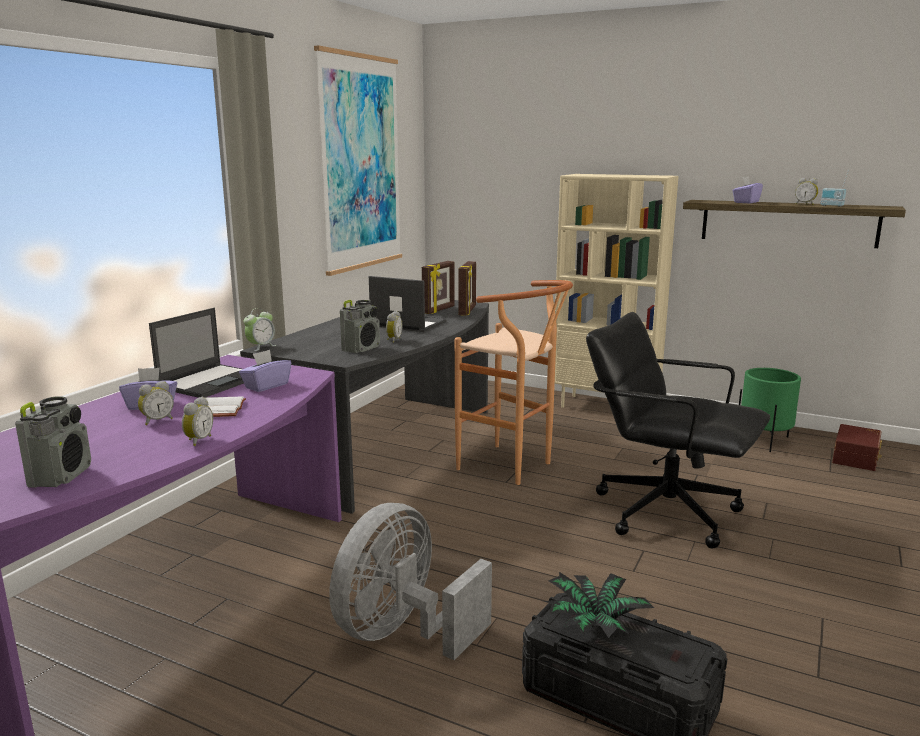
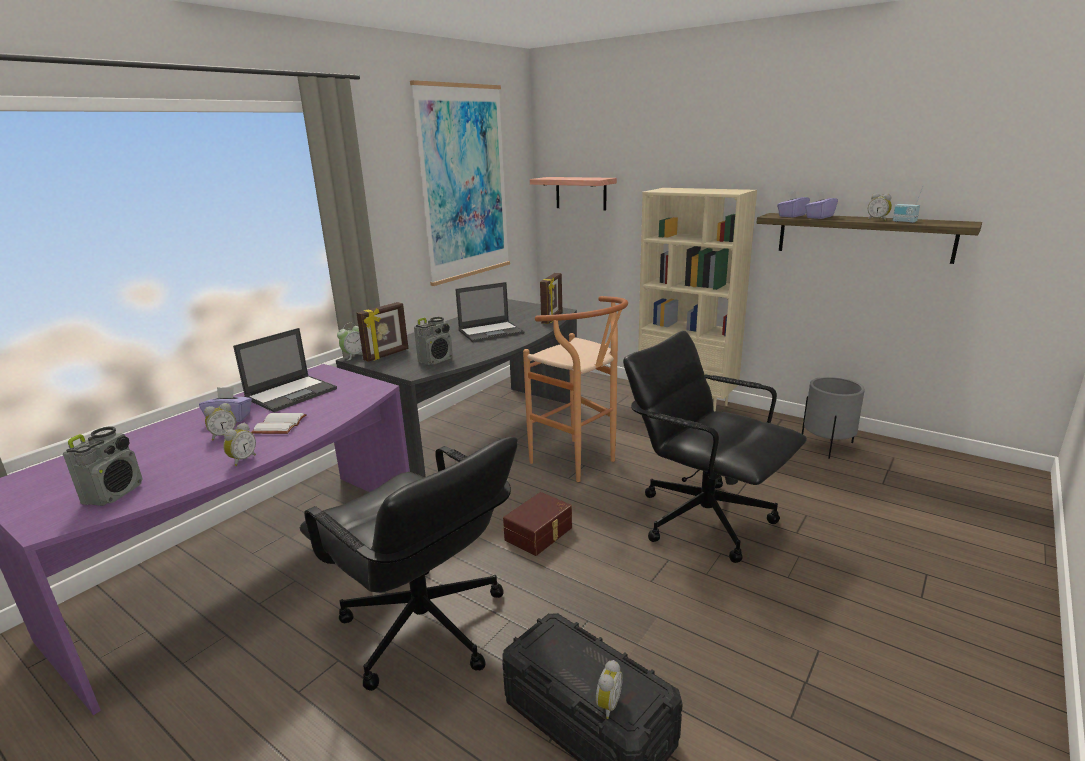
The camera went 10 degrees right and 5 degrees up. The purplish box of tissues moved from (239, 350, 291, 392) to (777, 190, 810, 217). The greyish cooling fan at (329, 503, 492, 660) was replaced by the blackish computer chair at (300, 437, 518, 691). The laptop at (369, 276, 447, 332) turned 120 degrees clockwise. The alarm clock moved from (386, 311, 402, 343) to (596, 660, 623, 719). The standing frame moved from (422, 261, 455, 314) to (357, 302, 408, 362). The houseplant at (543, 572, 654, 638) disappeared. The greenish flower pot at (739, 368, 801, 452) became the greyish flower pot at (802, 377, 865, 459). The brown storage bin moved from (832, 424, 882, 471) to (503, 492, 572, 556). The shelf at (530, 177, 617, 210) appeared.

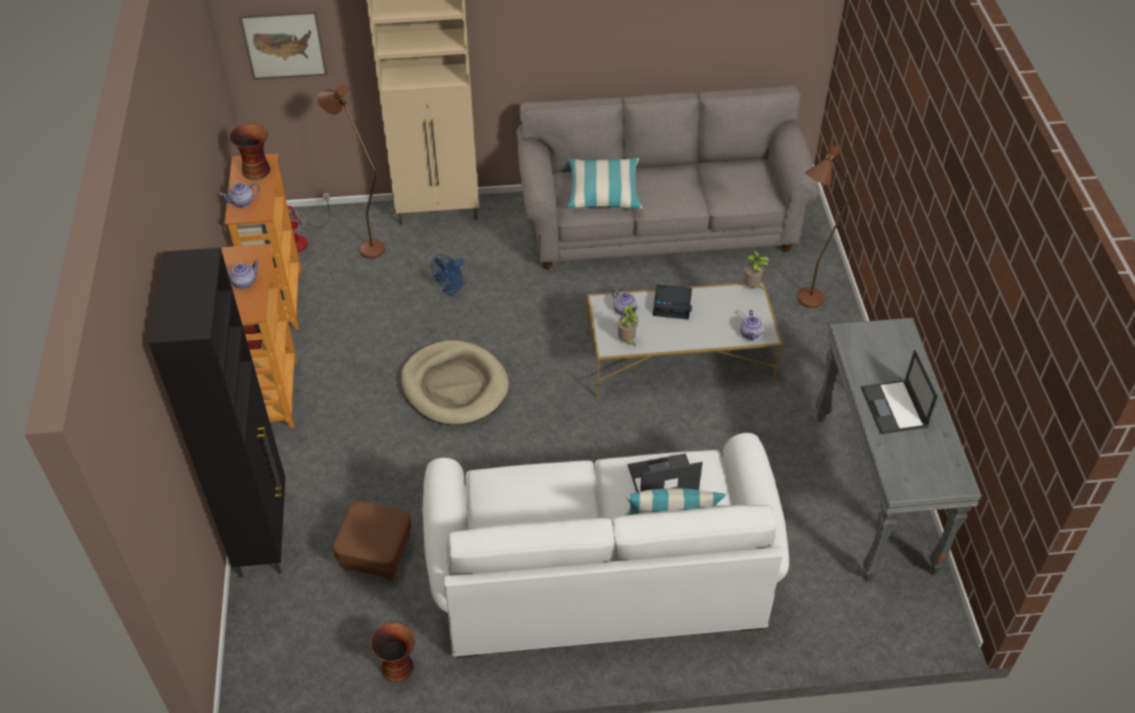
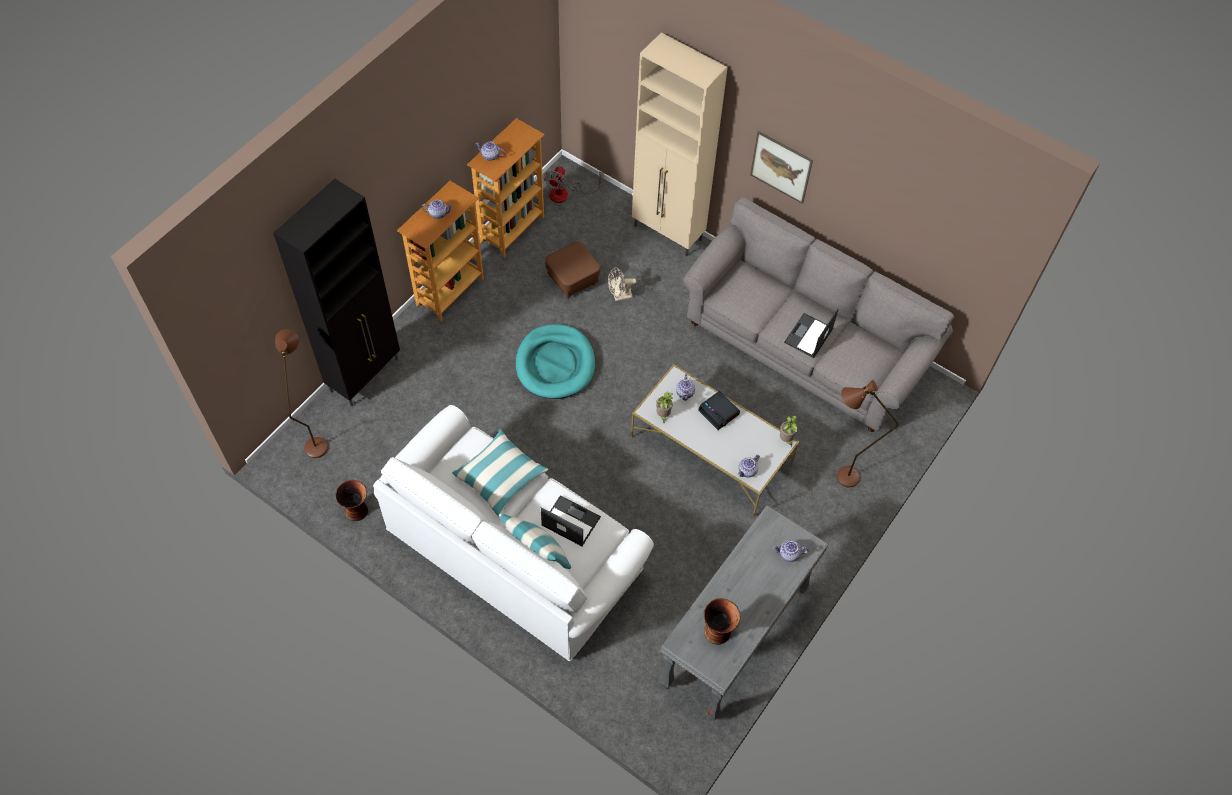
The camera went 40 degrees right and 10 degrees up. The vase moved from (229, 124, 270, 180) to (704, 598, 740, 645). The picture moved from (239, 11, 327, 80) to (750, 131, 813, 204). The brown floor lamp moved from (318, 84, 385, 259) to (275, 329, 328, 458). The brown pouffe moved from (333, 502, 411, 581) to (545, 242, 600, 299). The sand-coloured pet bed at (401, 340, 509, 425) became the turquoise pet bed at (516, 324, 595, 399). The bluish cooling fan at (431, 254, 466, 297) became the sand-coloured cooling fan at (608, 267, 636, 301). The throw pillow moved from (568, 158, 643, 209) to (452, 429, 548, 517). The laptop moved from (861, 350, 937, 434) to (784, 308, 839, 358). The teapot at (773, 540, 809, 562) appeared.

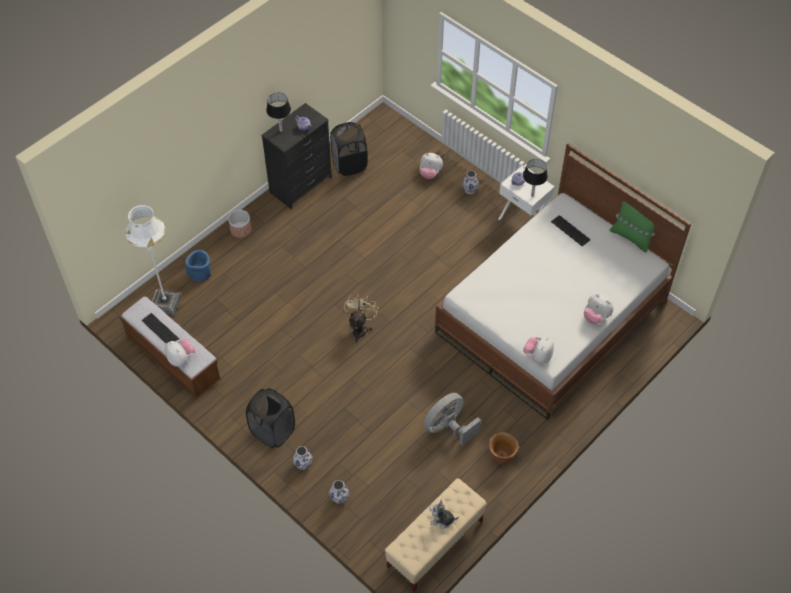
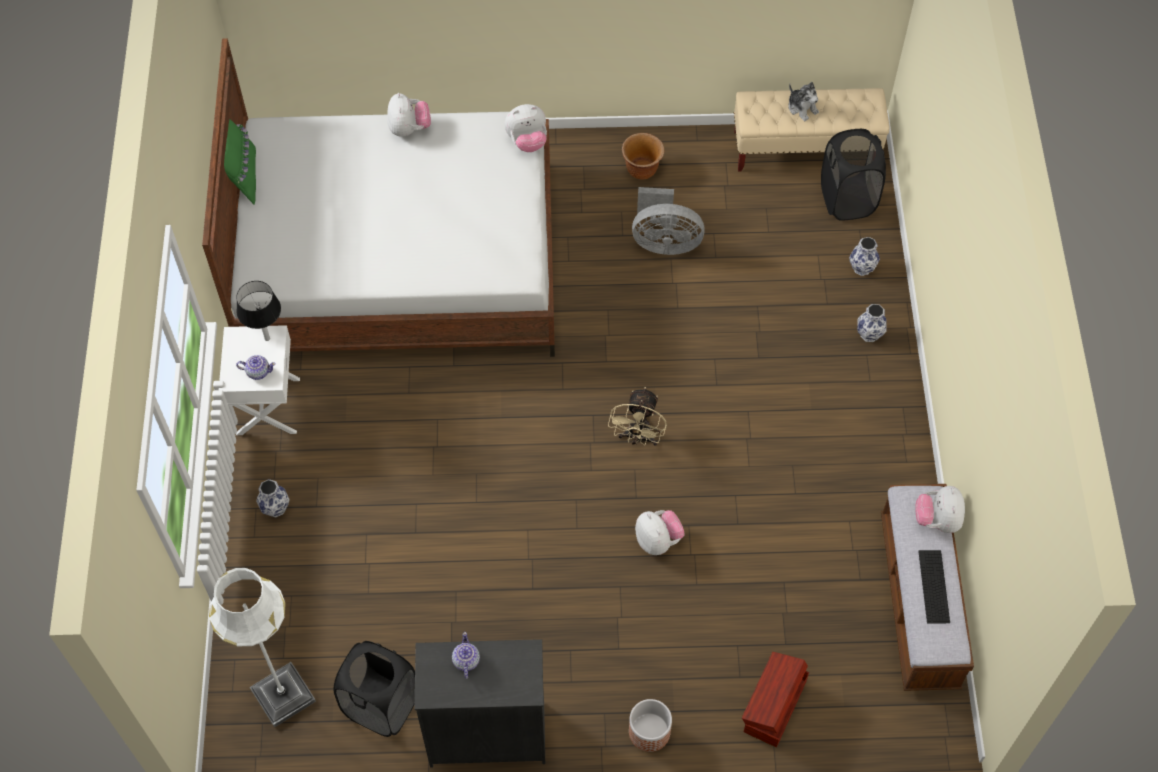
The camera went 135 degrees left and 5 degrees up. The whitish floor lamp moved from (125, 205, 182, 316) to (209, 568, 316, 728). The bluish flower pot at (185, 249, 211, 282) was replaced by the brown storage bin at (742, 652, 809, 747). The blackish laundry basket moved from (246, 388, 295, 448) to (821, 129, 886, 221). The blackish table lamp at (266, 93, 291, 132) disappeared. The sand-coloured cooling fan at (344, 294, 378, 343) turned 45 degrees counterclockwise. The soft toy moved from (420, 153, 443, 179) to (635, 510, 684, 555). The PC keyboard at (551, 215, 591, 246) disappeared.

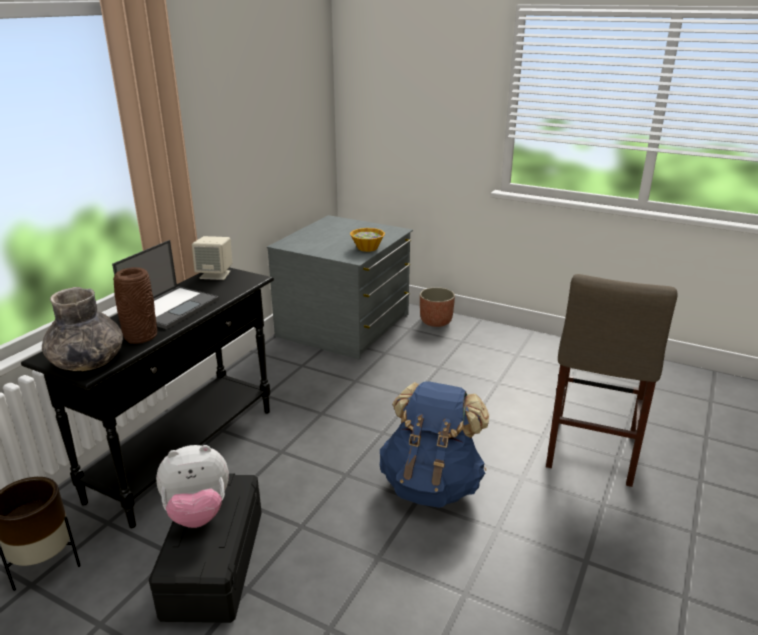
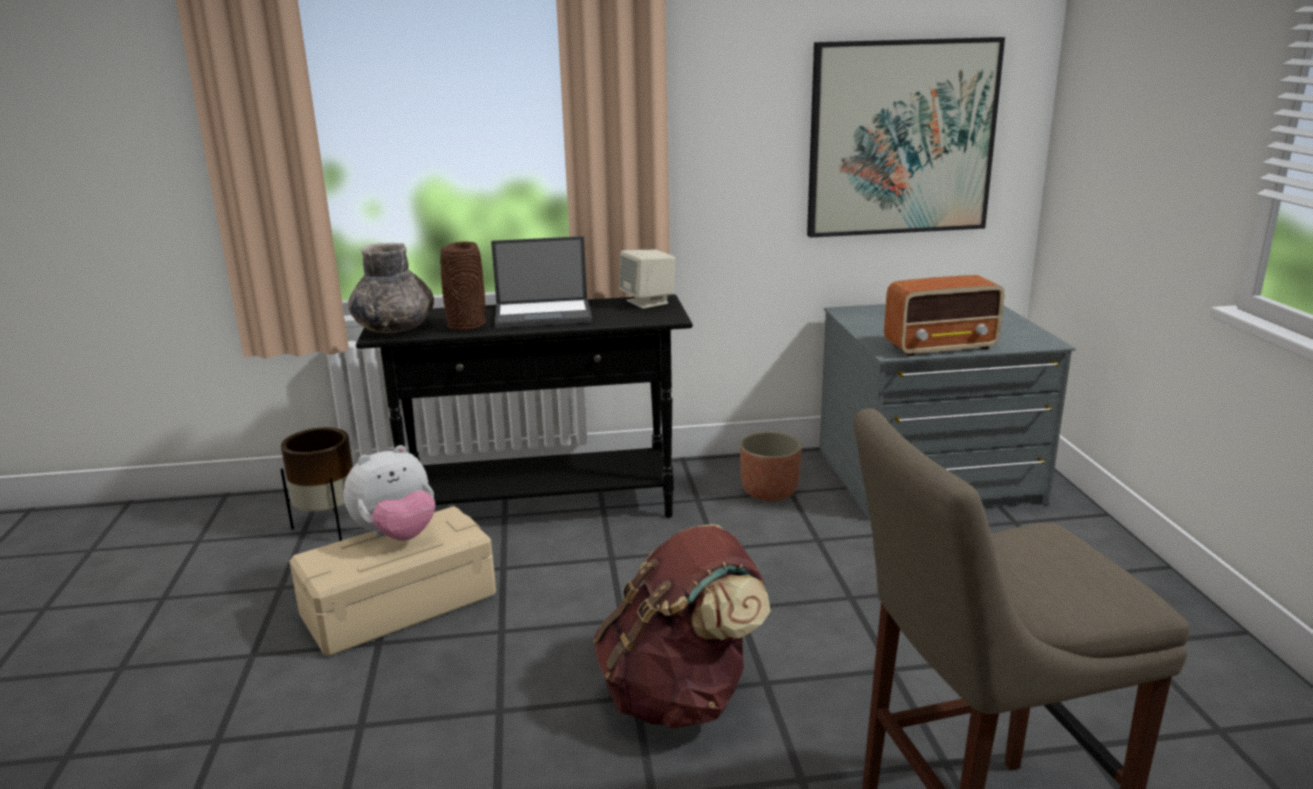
The camera went 55 degrees right and 5 degrees down. The blackish storage bin at (149, 474, 262, 623) became the sand-coloured storage bin at (289, 506, 496, 656). The soft toy at (156, 445, 229, 528) turned 75 degrees counterclockwise. The serving bowl at (350, 228, 385, 252) was replaced by the radio receiver at (884, 275, 1005, 356). The bluish backpack at (380, 381, 489, 508) became the brown backpack at (594, 524, 770, 729). The flower pot moved from (420, 287, 455, 327) to (740, 432, 802, 501). The picture at (807, 37, 1005, 238) appeared.

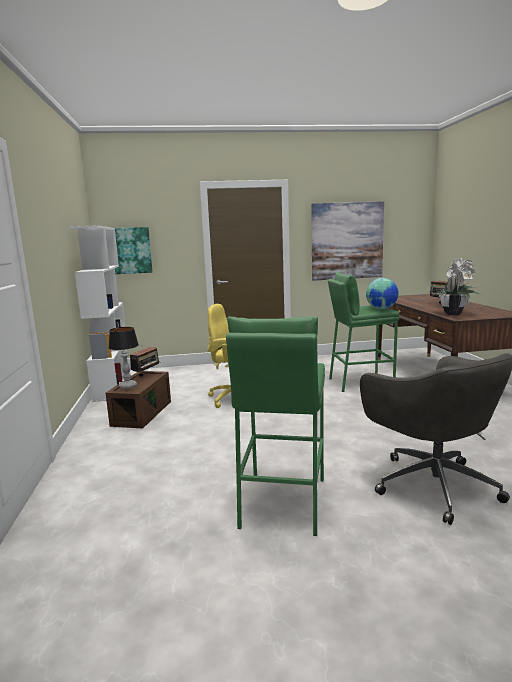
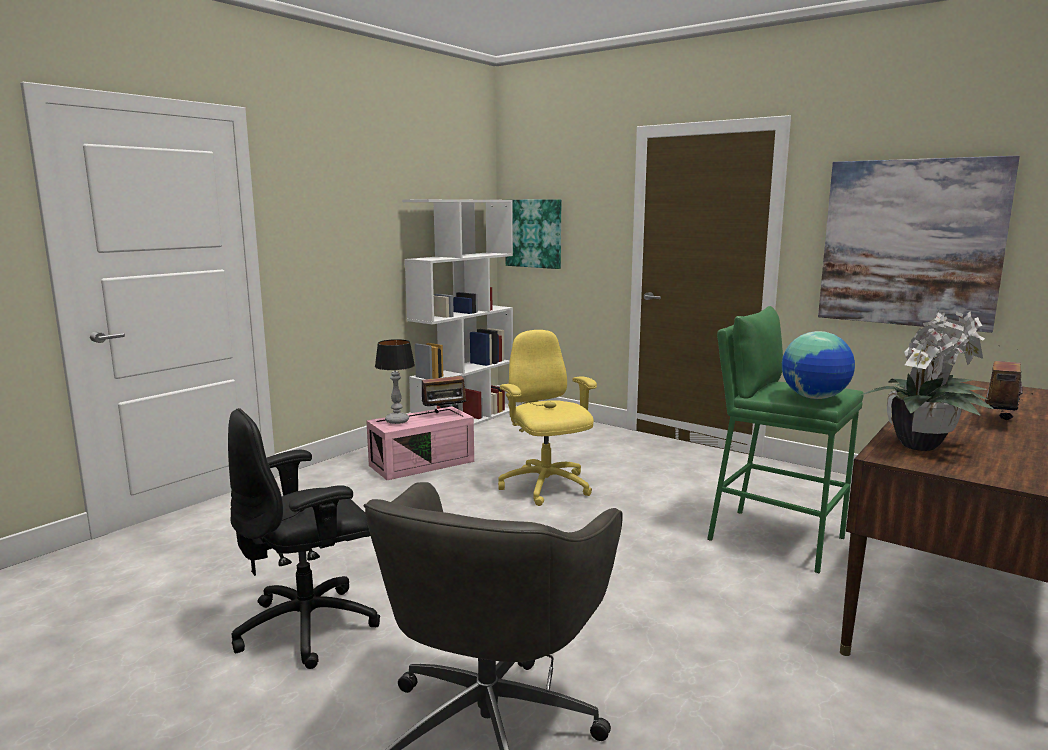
The camera went 45 degrees right and 0 degrees up. The brown storage bin at (106, 371, 171, 429) became the pink-coloured storage bin at (366, 406, 474, 480). The greenish stool at (226, 316, 325, 536) was replaced by the blackish computer chair at (228, 408, 380, 669).

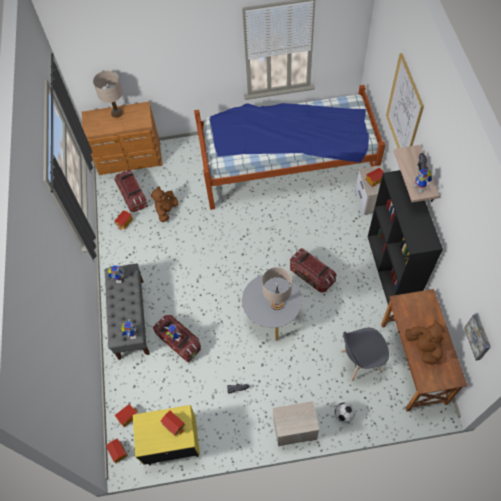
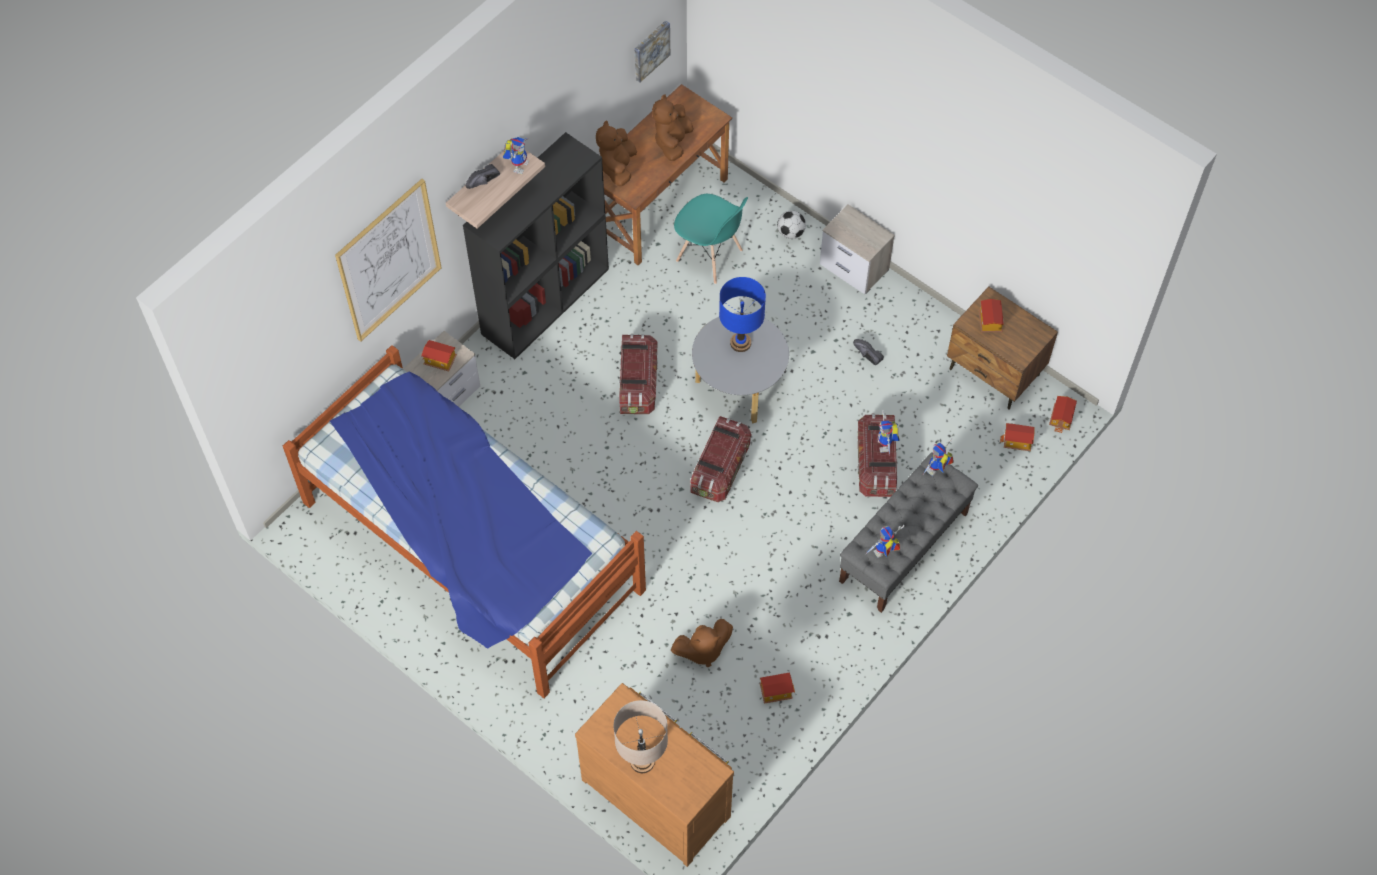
The camera went 135 degrees left and 0 degrees up. The storage bin moved from (114, 169, 148, 212) to (691, 416, 751, 502). The yellow-coloured nightstand at (133, 405, 200, 465) became the brown nightstand at (947, 286, 1058, 410). The sand-coloured table lamp at (262, 267, 292, 310) became the bluish table lamp at (719, 277, 766, 352). The greyish upright chair at (341, 328, 389, 381) became the turquoise upright chair at (674, 194, 748, 284). The brown soft toy at (596, 121, 637, 186) appeared.

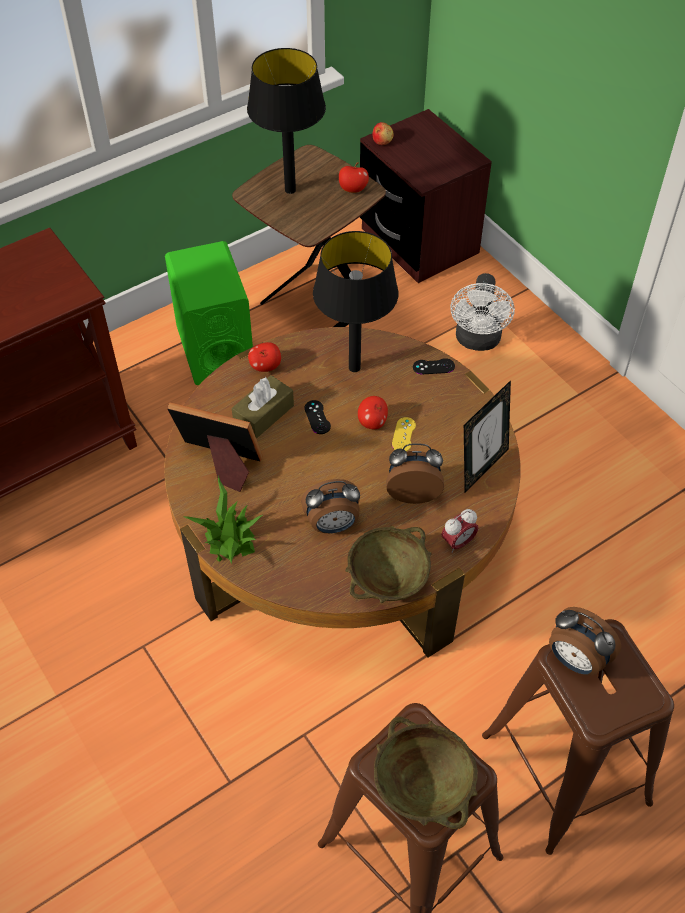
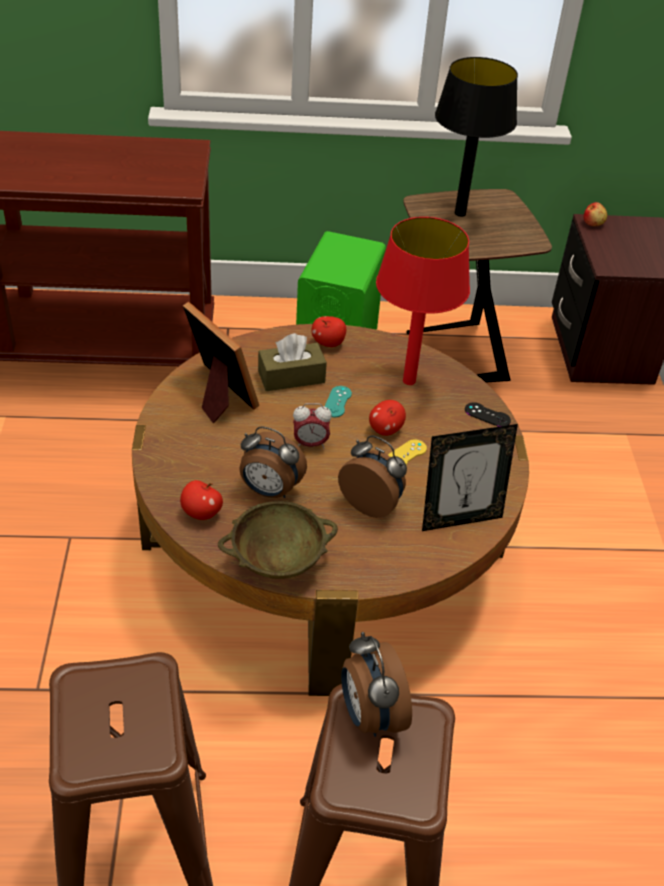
The camera went 30 degrees right and 10 degrees down. The houseplant at (185, 475, 263, 564) disappeared. The blackish joypad at (304, 400, 331, 434) became the turquoise joypad at (324, 386, 352, 417). The blackish table lamp at (313, 231, 399, 372) became the red-coloured table lamp at (376, 217, 470, 385). The apple fruit moved from (339, 163, 369, 193) to (180, 480, 223, 520). The sand-coloured serving bowl at (374, 716, 478, 829) disappeared. The alarm clock moved from (441, 509, 478, 553) to (293, 403, 332, 449). The whitish cooling fan at (450, 273, 515, 351) disappeared.

